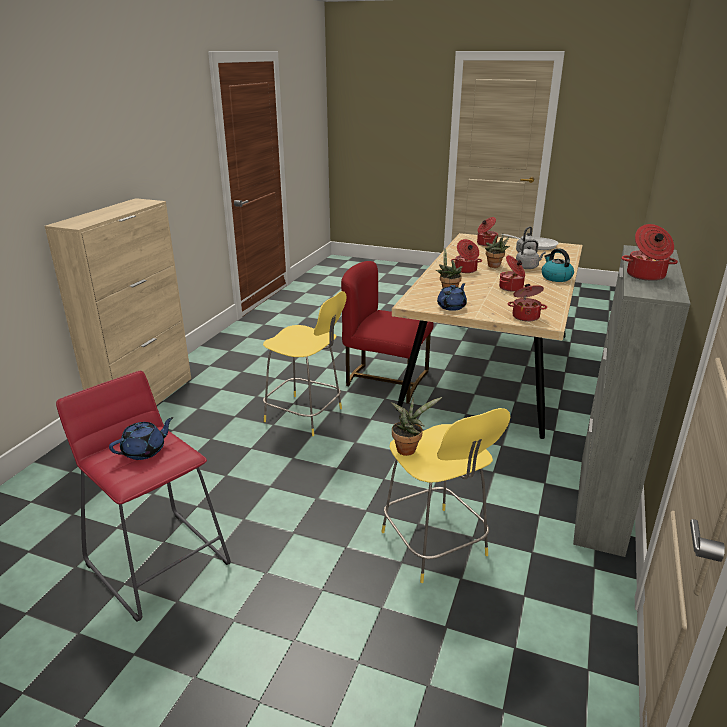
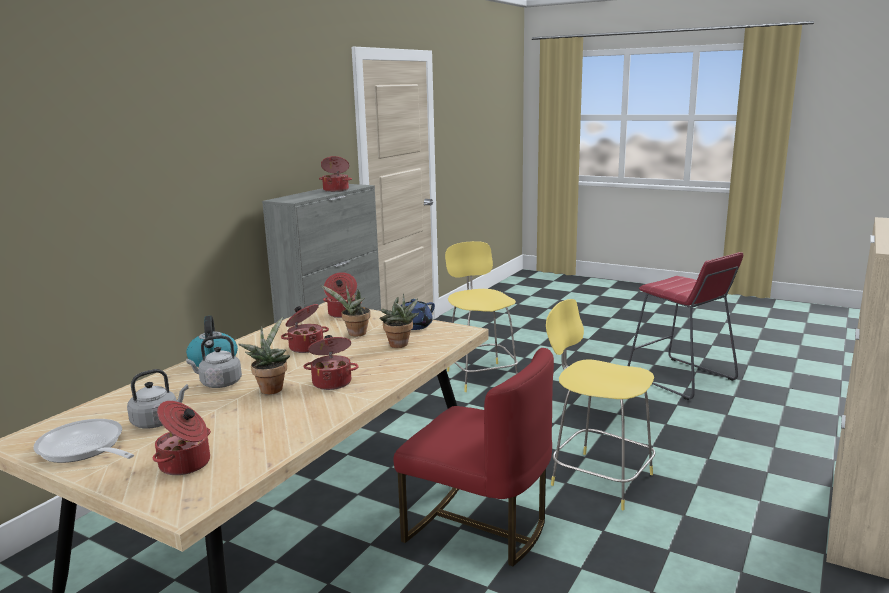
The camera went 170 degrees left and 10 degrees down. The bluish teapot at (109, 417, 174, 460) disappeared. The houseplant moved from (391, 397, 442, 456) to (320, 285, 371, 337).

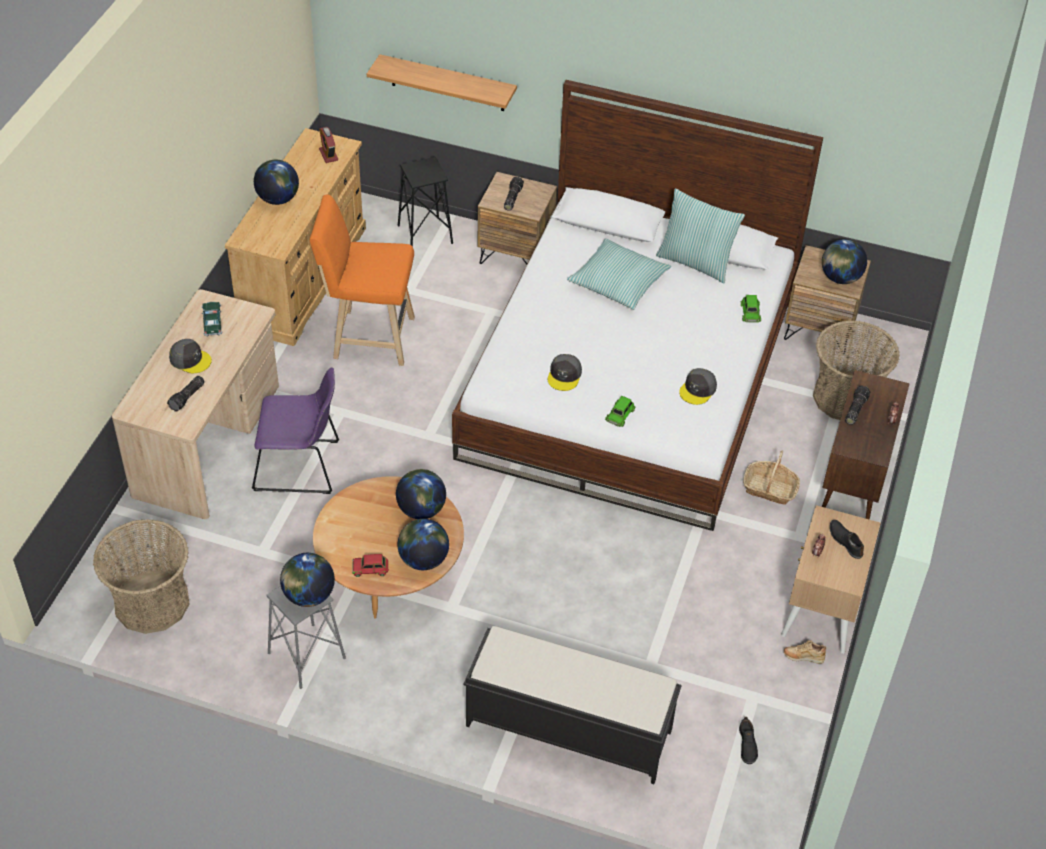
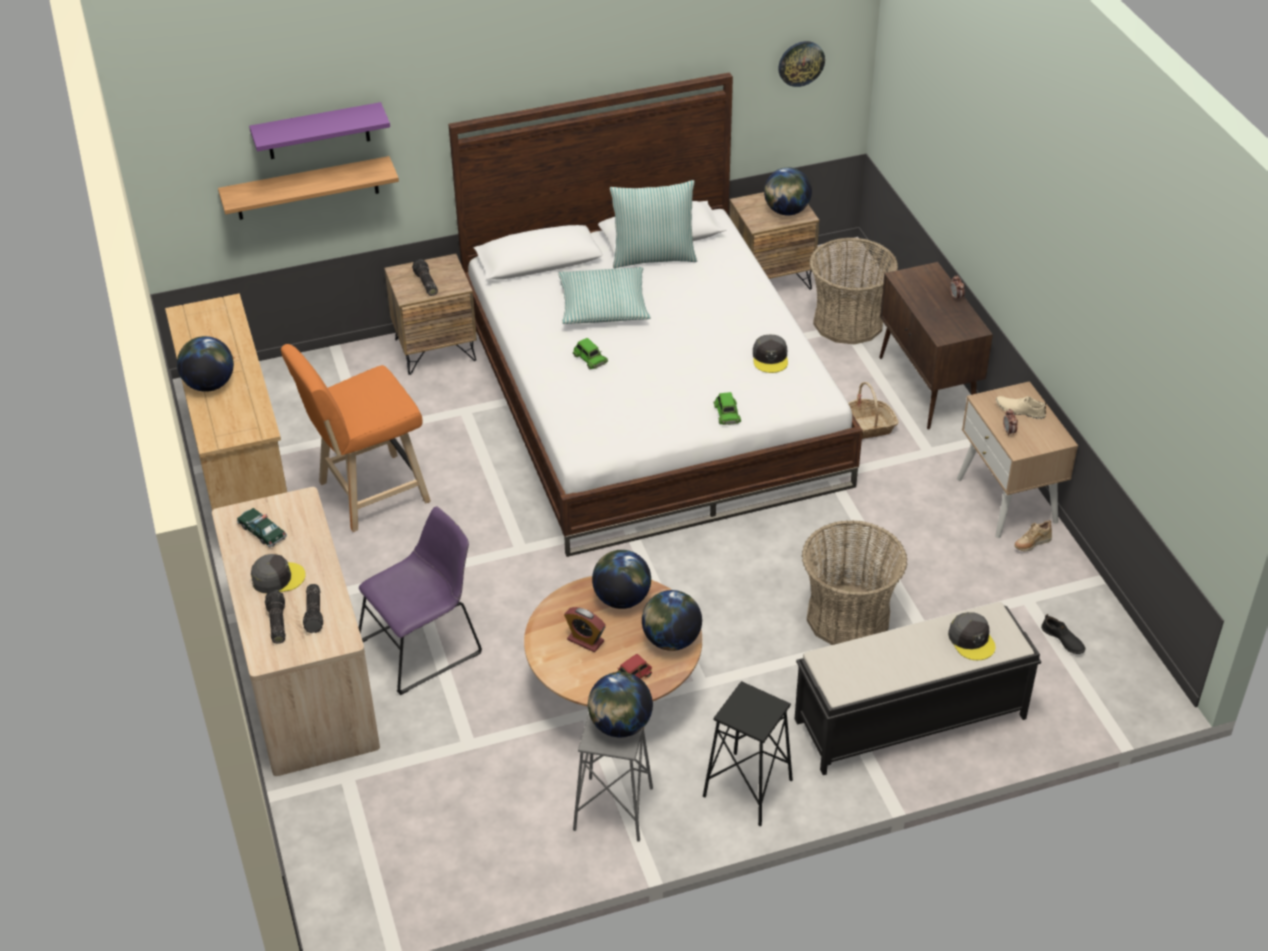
The camera went 35 degrees left and 5 degrees down. The household basket moved from (93, 519, 189, 634) to (802, 520, 907, 645). The alarm clock moved from (319, 127, 338, 163) to (564, 607, 606, 652). The blackish stool moved from (398, 157, 453, 247) to (703, 681, 793, 826). The greyish cap moved from (548, 354, 582, 391) to (948, 612, 995, 660). The greenish model car moved from (740, 295, 761, 323) to (573, 338, 608, 369). The blackish shoe at (830, 520, 864, 559) became the sand-coloured shoe at (996, 396, 1046, 419). The torch moved from (845, 385, 870, 425) to (265, 590, 286, 644). The purplish shelf at (249, 102, 390, 159) appeared. The wall clock at (778, 41, 825, 87) appeared.

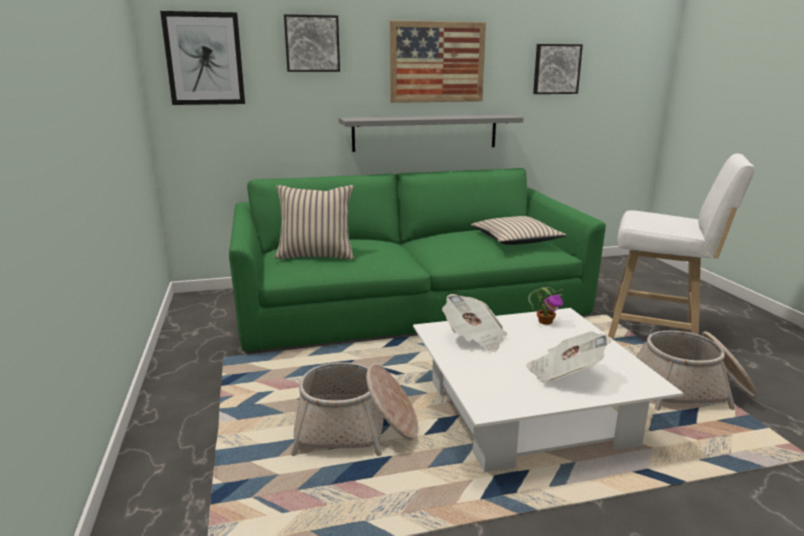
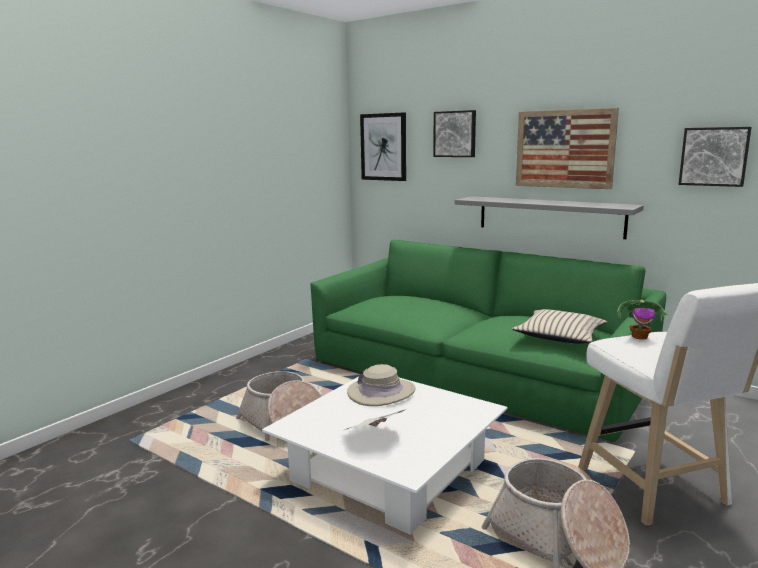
The camera went 50 degrees right and 5 degrees down. The sand-coloured throw pillow at (275, 185, 354, 260) disappeared. The newspaper at (442, 294, 507, 352) was replaced by the sand-coloured hat at (347, 364, 415, 406). The houseplant moved from (528, 287, 564, 325) to (617, 300, 668, 339).

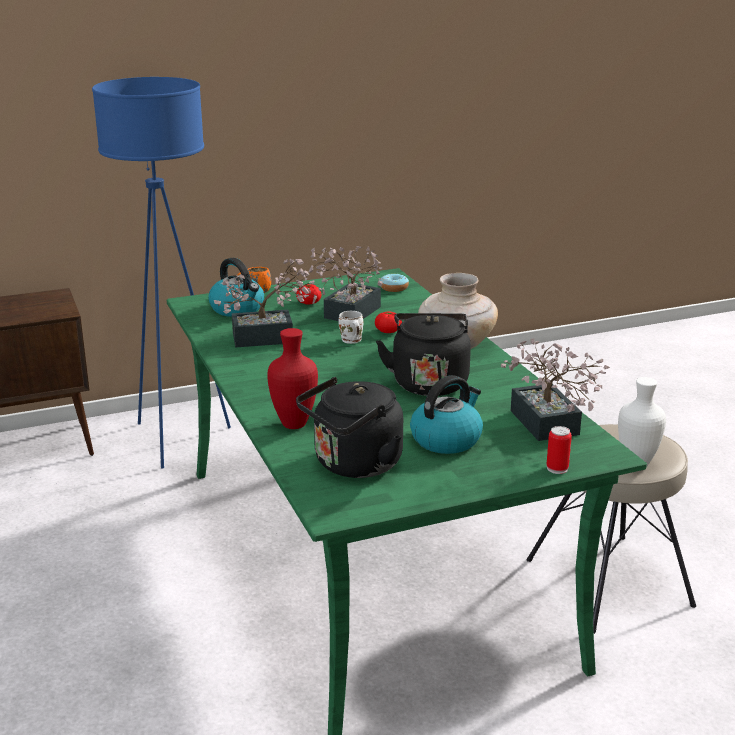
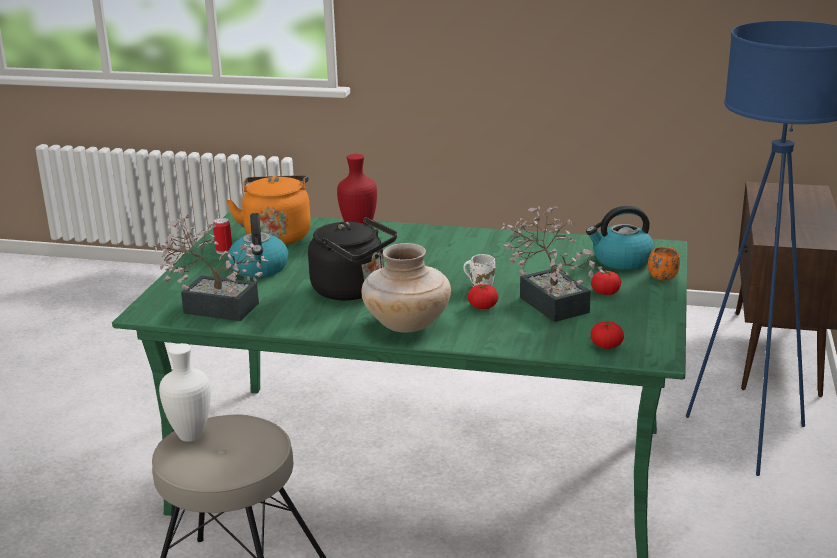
The camera went 125 degrees right and 0 degrees up. The houseplant at (214, 258, 317, 348) disappeared. The blackish tea kettle at (296, 377, 403, 478) became the orange tea kettle at (227, 175, 311, 245). The ring doughnut at (380, 274, 409, 292) was replaced by the whole tomato at (591, 321, 624, 349). The sealed can moved from (546, 426, 572, 474) to (213, 218, 232, 254).

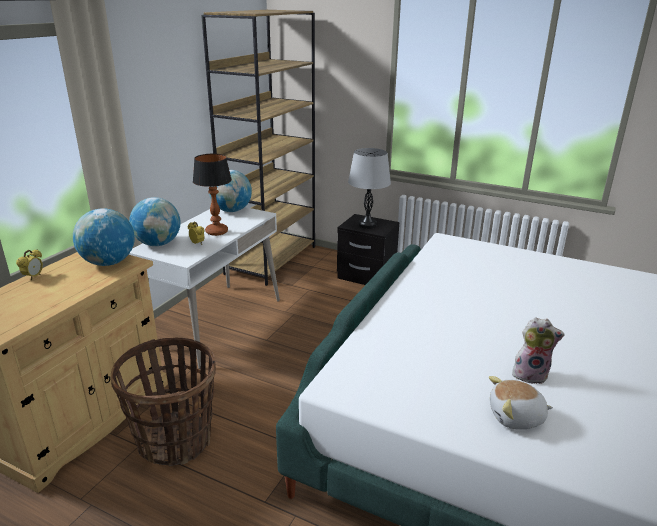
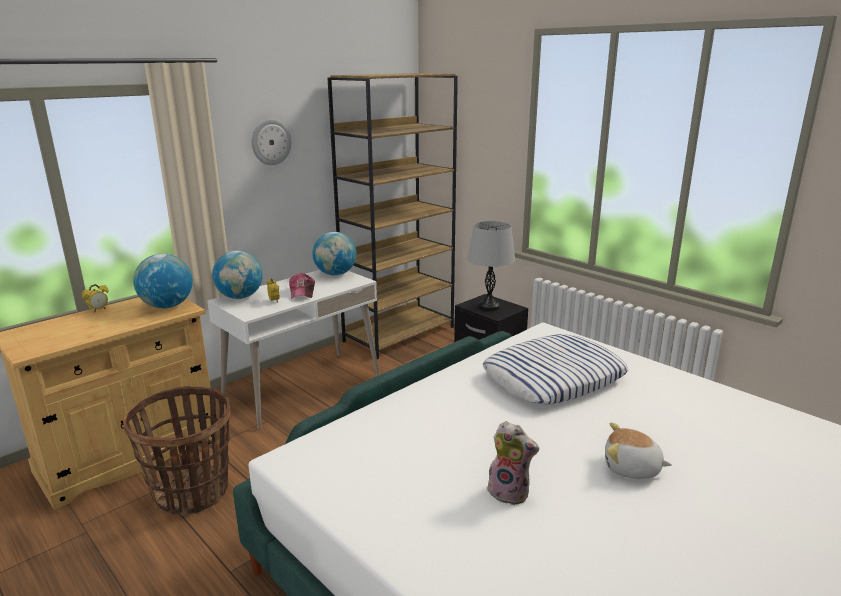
The camera went 20 degrees right and 5 degrees down. The table lamp at (193, 154, 232, 236) was replaced by the cap at (289, 273, 315, 299). The soft toy moved from (489, 376, 553, 429) to (605, 422, 672, 479). The wall clock at (251, 119, 292, 165) appeared. The throw pillow at (483, 334, 628, 405) appeared.

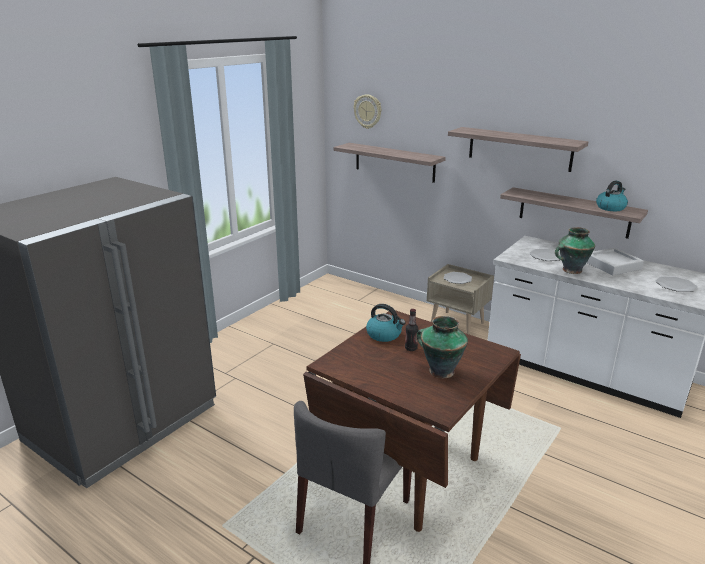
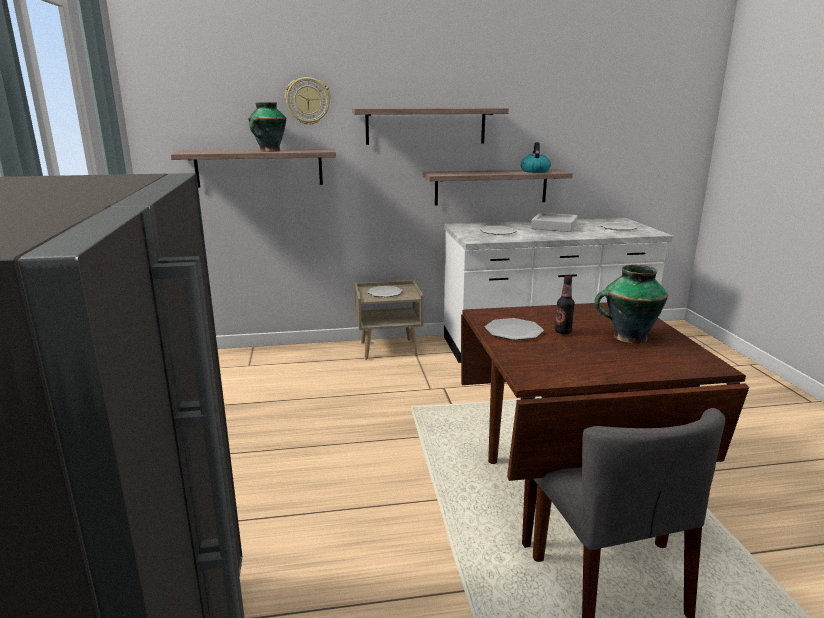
The camera went 45 degrees left and 5 degrees down. The wall clock moved from (354, 94, 381, 129) to (285, 77, 331, 125). The tea kettle at (366, 304, 406, 342) was replaced by the dinner plate at (485, 318, 544, 340). The vase moved from (555, 227, 595, 274) to (248, 102, 286, 152).

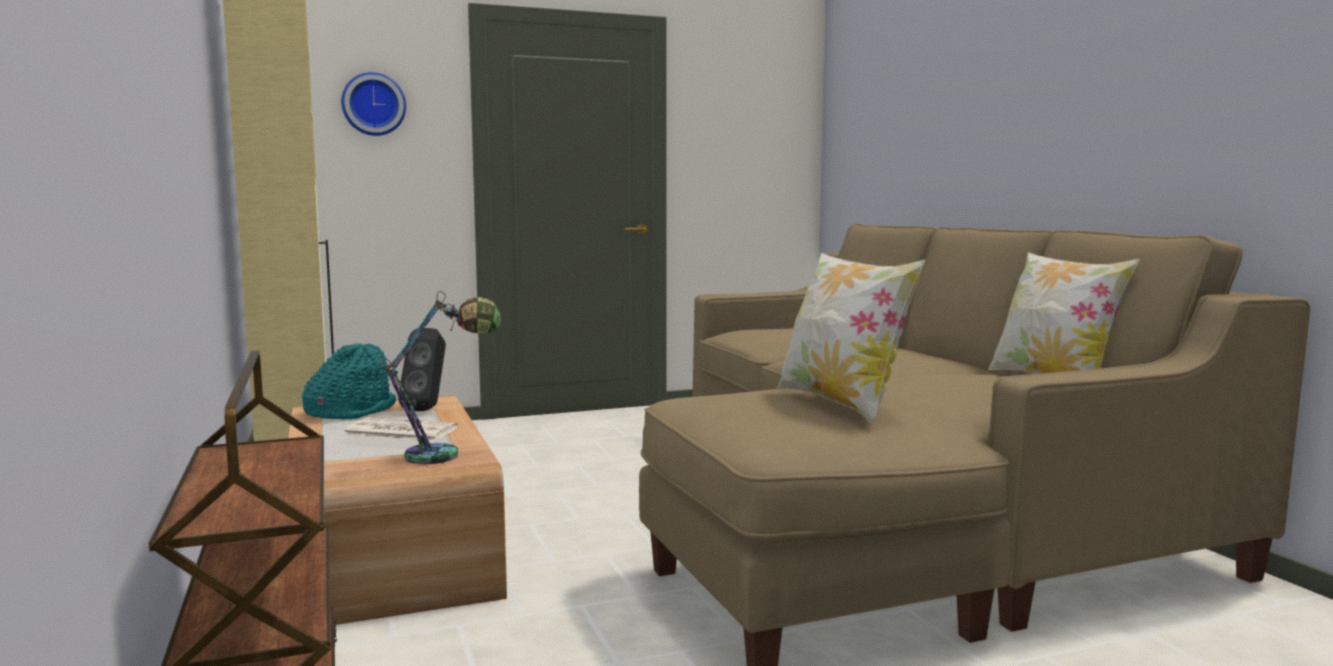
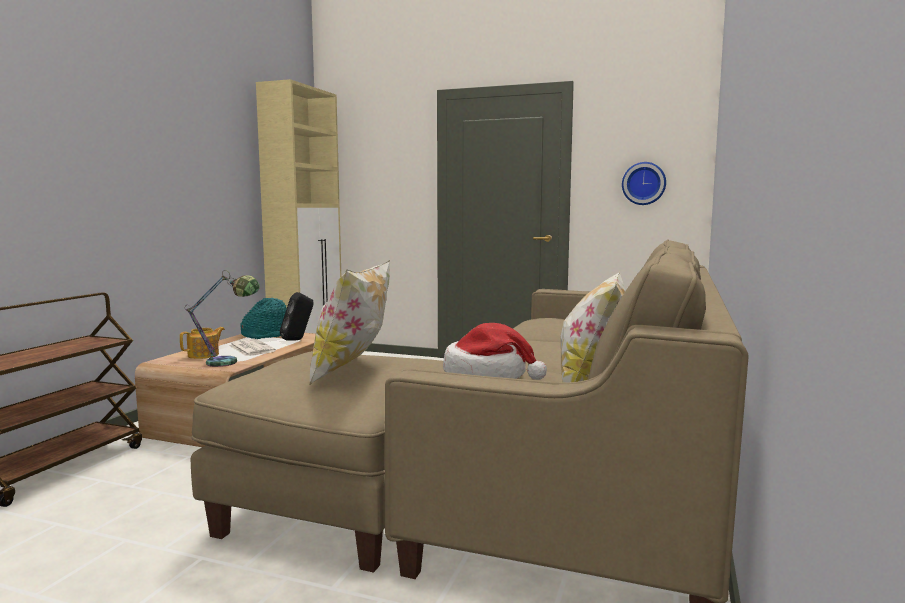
The camera went 40 degrees right and 0 degrees up. The wall clock moved from (341, 72, 406, 136) to (622, 162, 666, 205). The teapot at (180, 327, 225, 359) appeared. The hat at (443, 323, 547, 380) appeared.

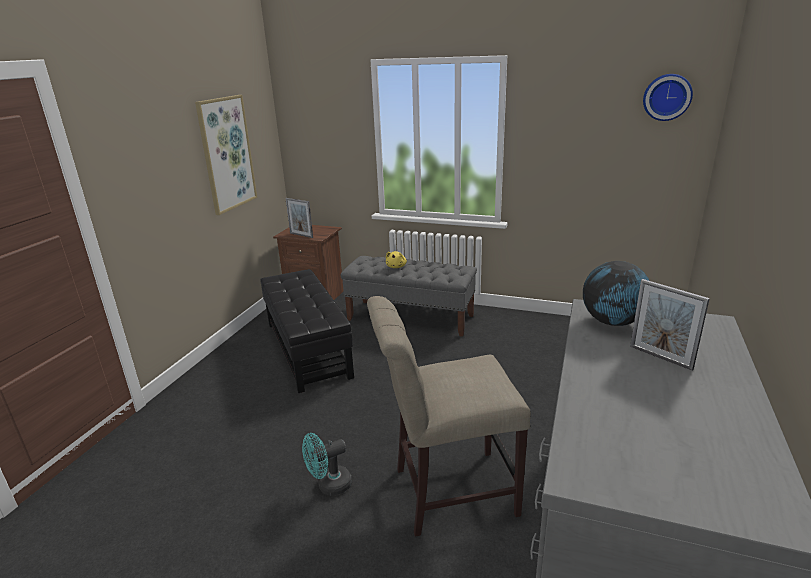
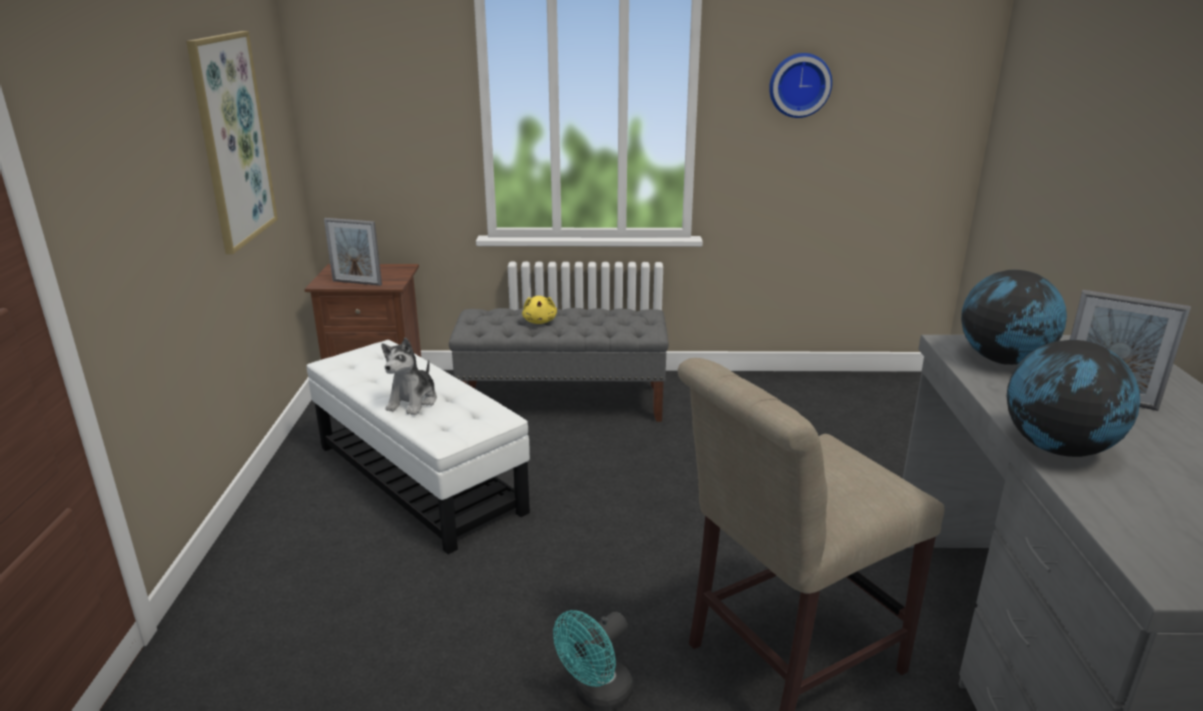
The camera went 20 degrees left and 0 degrees up. The blackish pouffe at (260, 269, 354, 393) became the whitish pouffe at (306, 340, 530, 554). The wall clock moved from (643, 74, 693, 121) to (769, 53, 832, 118). The soft toy at (381, 338, 437, 415) appeared. The world globe at (1007, 340, 1140, 457) appeared.

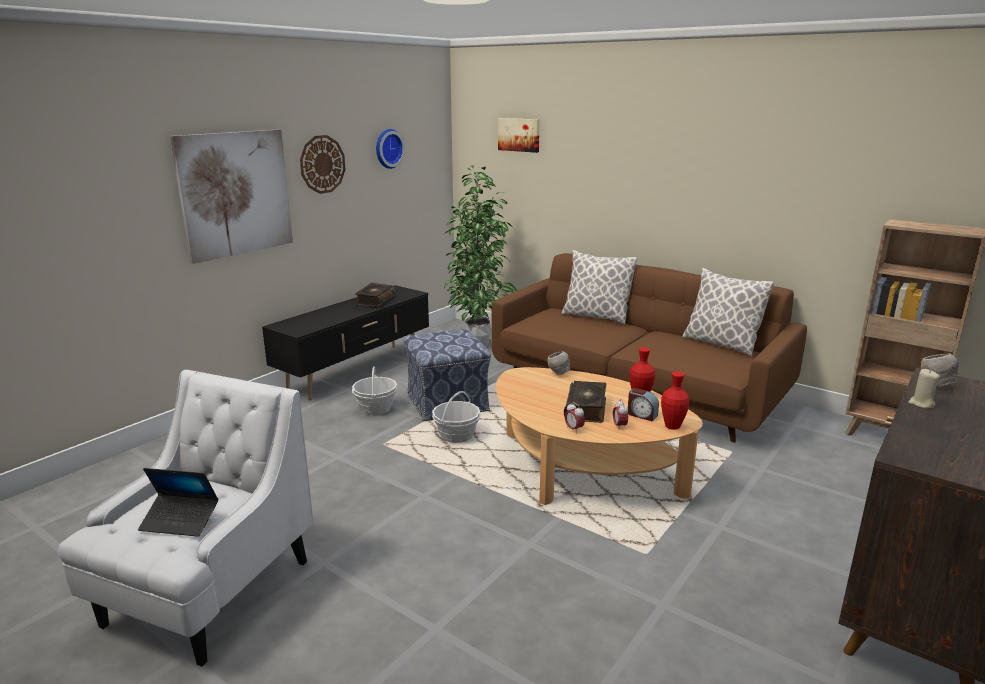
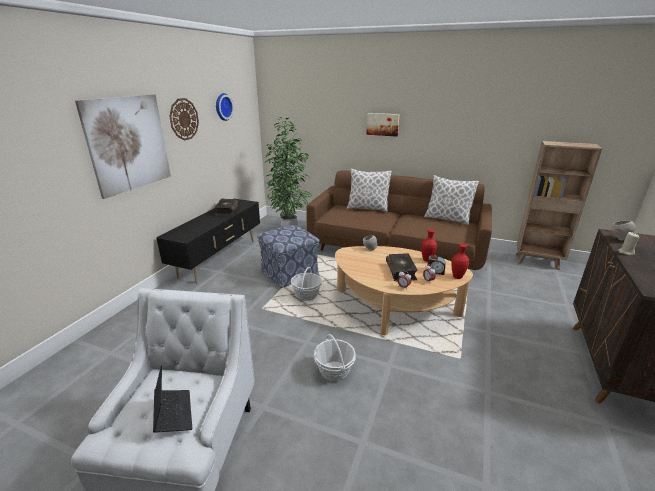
The camera went 15 degrees left and 5 degrees up. The laptop at (138, 468, 218, 537) turned 105 degrees counterclockwise. The household basket moved from (352, 366, 397, 415) to (314, 334, 356, 381). The picture moved from (498, 118, 540, 153) to (366, 113, 399, 137).

